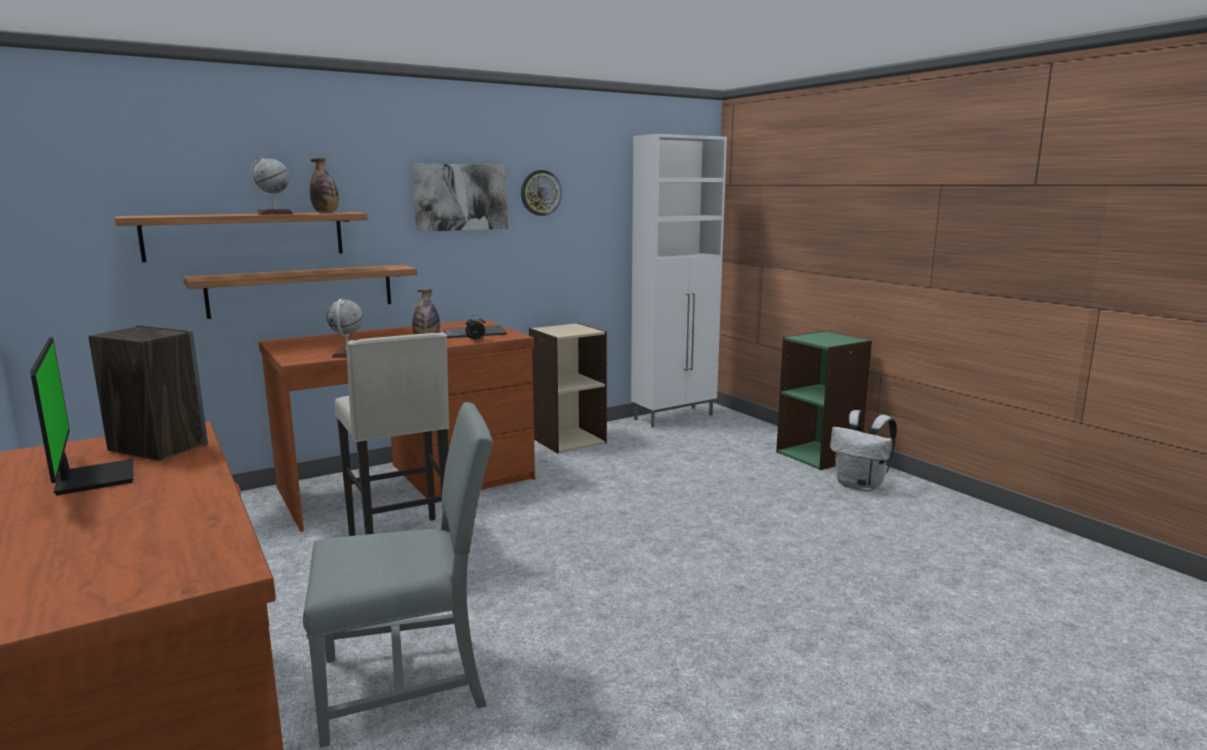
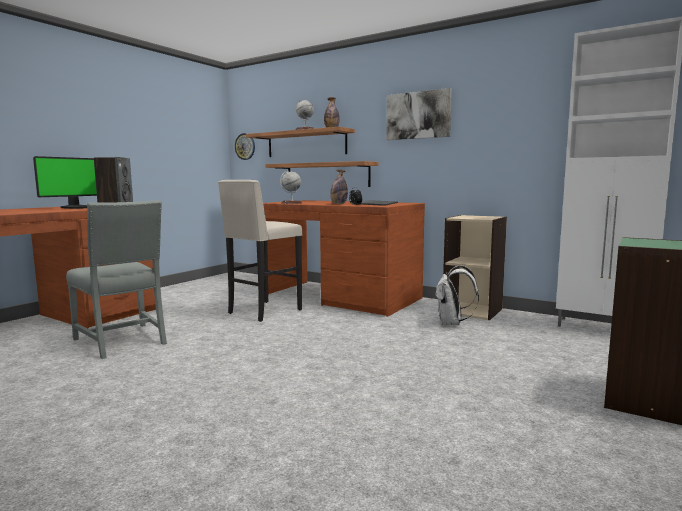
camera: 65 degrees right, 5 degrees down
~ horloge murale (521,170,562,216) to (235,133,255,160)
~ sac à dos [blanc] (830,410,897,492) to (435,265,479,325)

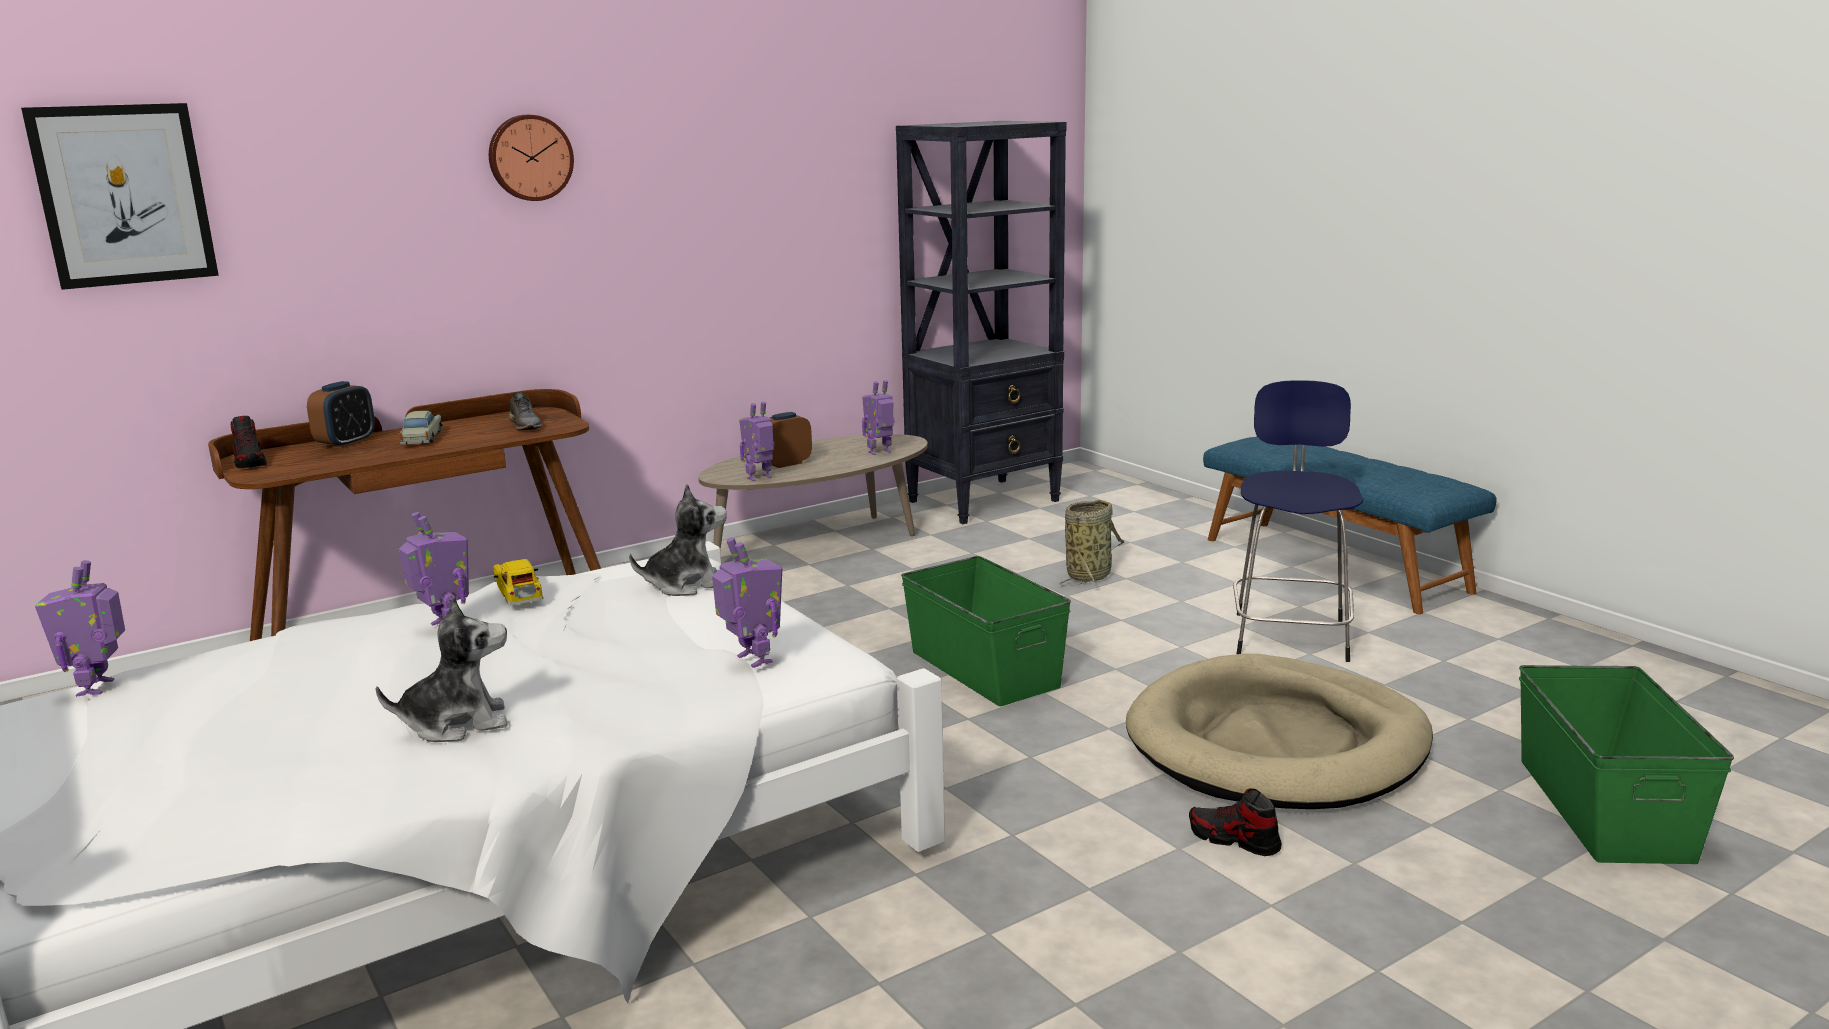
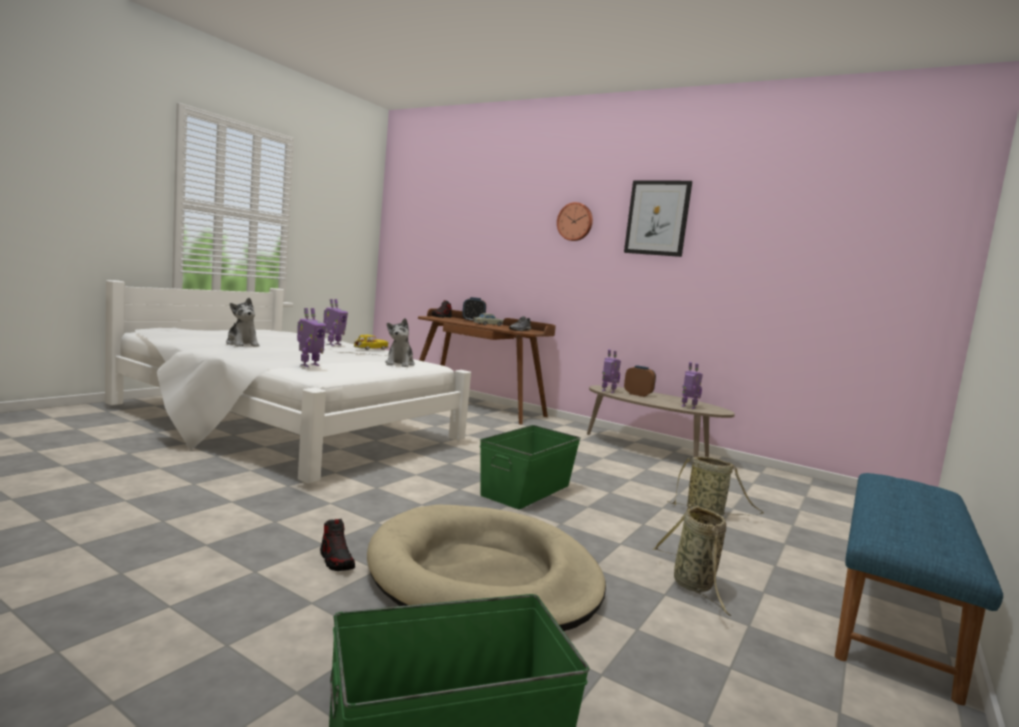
camera: 65 degrees right, 10 degrees down
- robot jouet (35,560,125,697)
- bibliothèque [noir] (896,121,1067,524)
~ tableau (21,103,219,290) to (624,180,692,257)
~ tabouret [bleu] (1233,380,1363,662) to panier (652,504,731,616)
~ peluche (629,484,727,596) = (385,318,415,367) 45 degrees clockwise
~ chaussure (1189,789,1282,856) = (320,519,355,571) 135 degrees clockwise

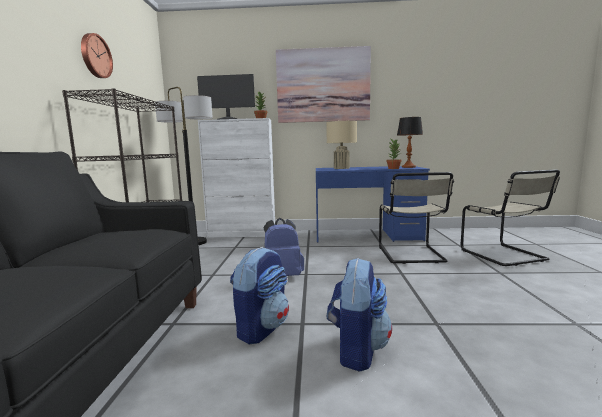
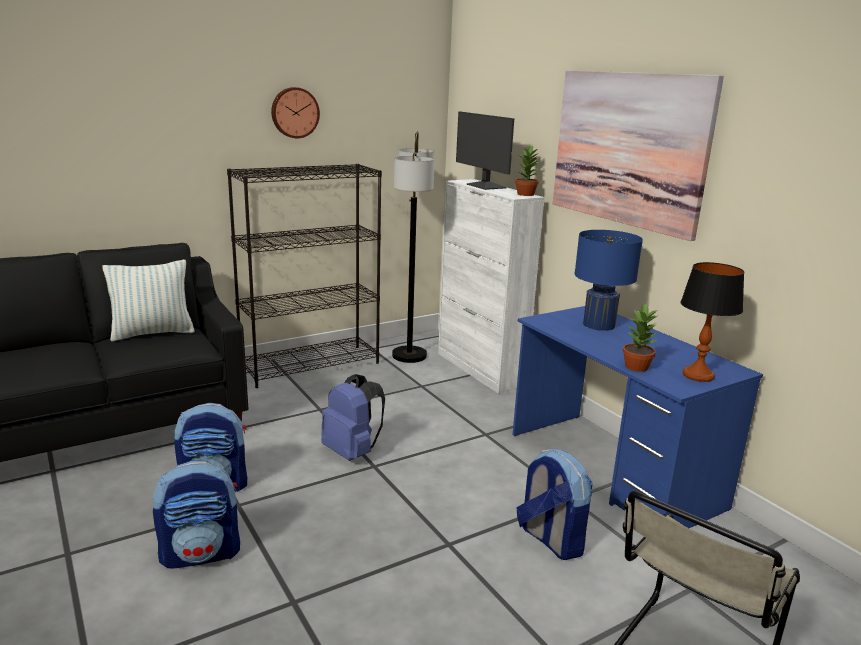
camera: 55 degrees right, 10 degrees up
+ coussin (102,260,195,341)
~ chaise [beige] (379,172,454,264) to sac à dos (517,449,593,560)
~ lampe de table [beige] (326,121,357,169) to lampe de table [bleu] (575,230,643,331)

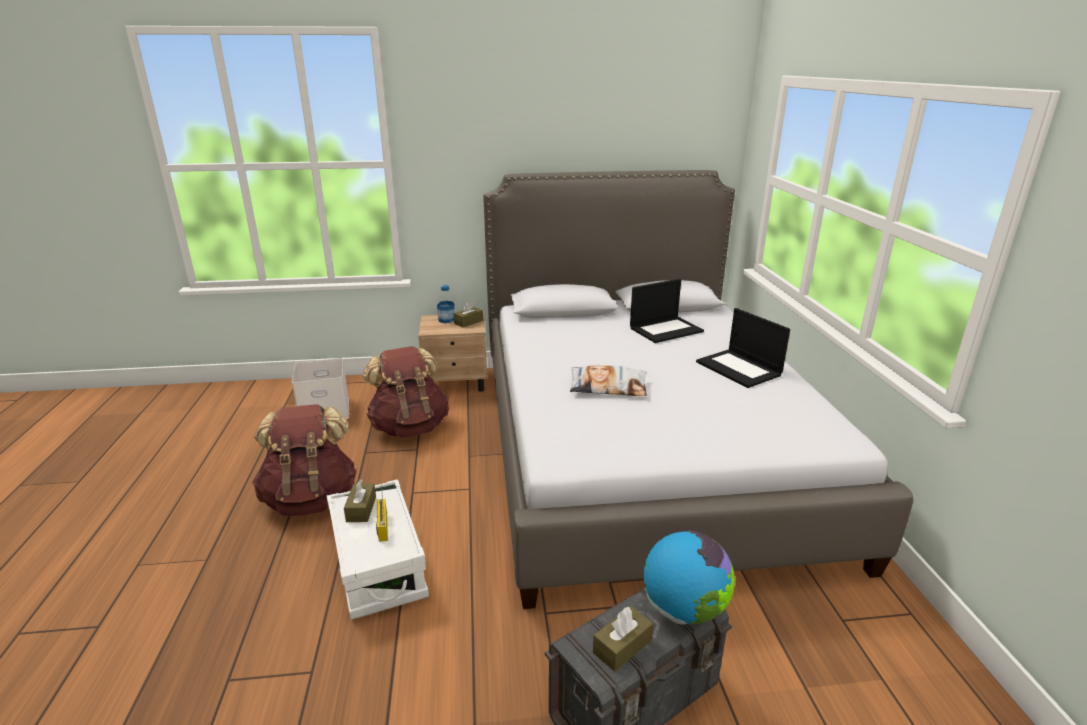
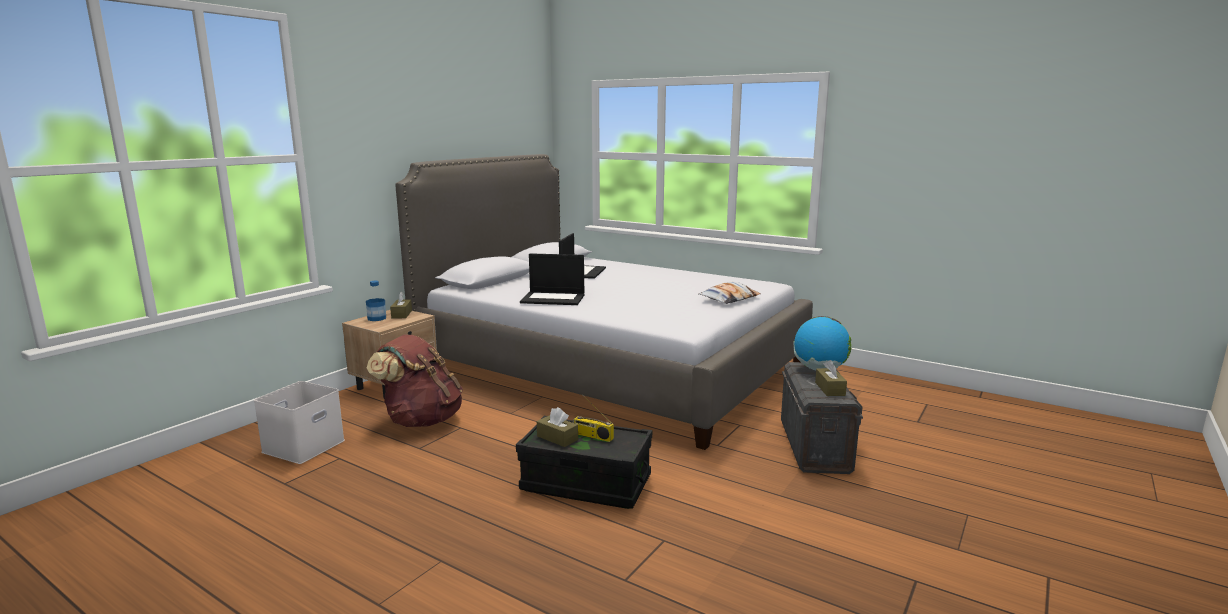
camera: 50 degrees left, 10 degrees down
- sac à dos [marron] (252,404,357,516)
~ coussin (570,365,647,396) to (698,282,761,304)
~ ordinateur portable (696,308,790,388) to (520,253,585,305)
~ boîte de rangement [blanc] (327,479,429,620) to boîte de rangement [noir] (516,416,652,509)

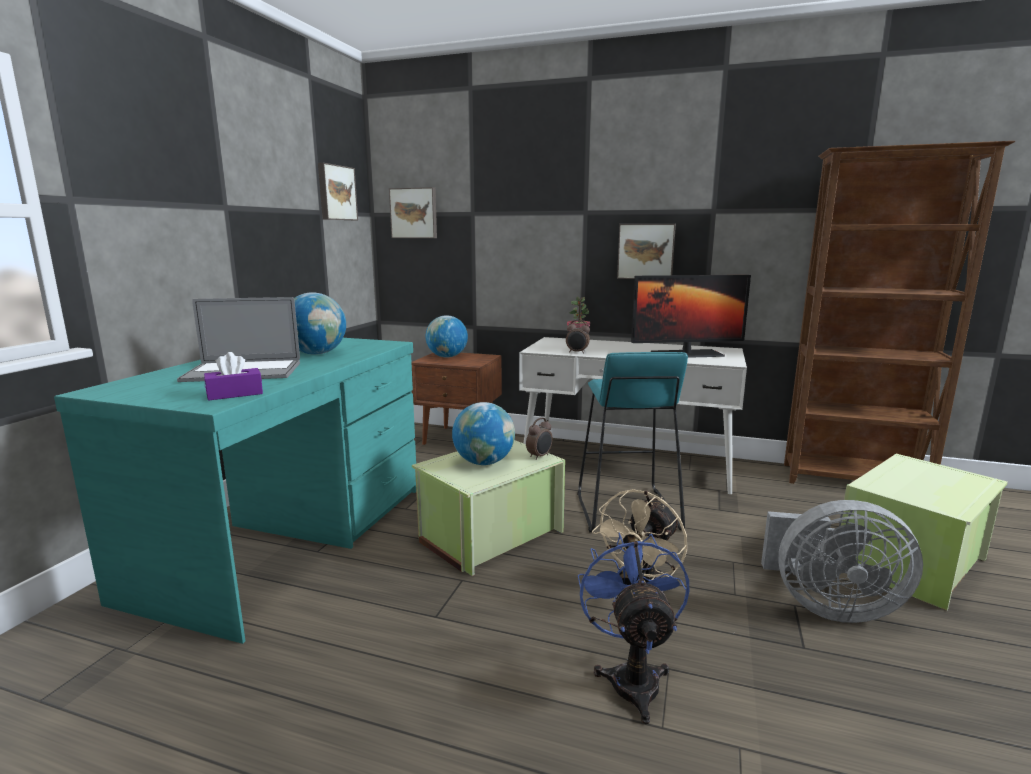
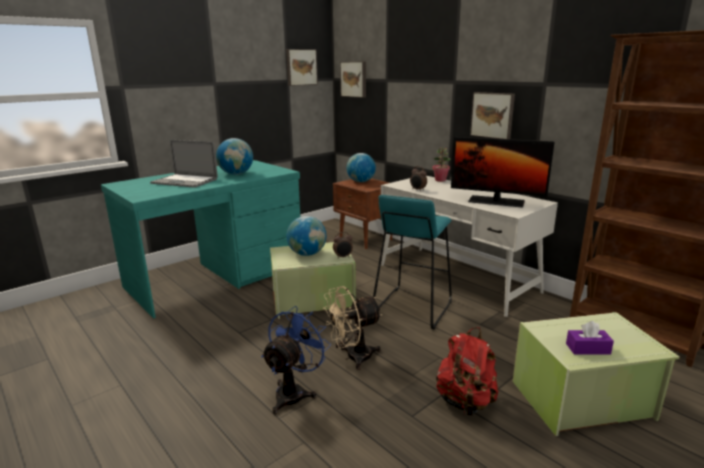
camera: 30 degrees right, 5 degrees up
~ boîte à mouchoirs [violet] (204,352,263,401) to (566,321,614,355)
~ ventilateur [gris] (761,500,923,623) to sac à dos [rouge] (436,327,499,416)

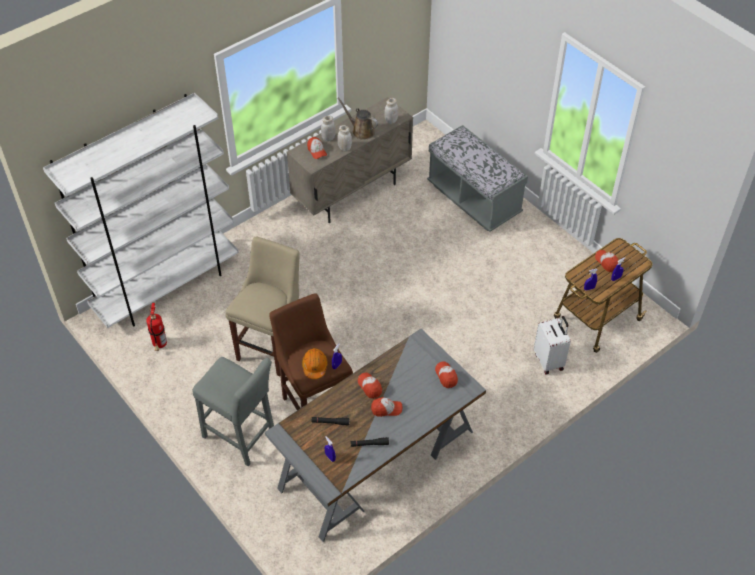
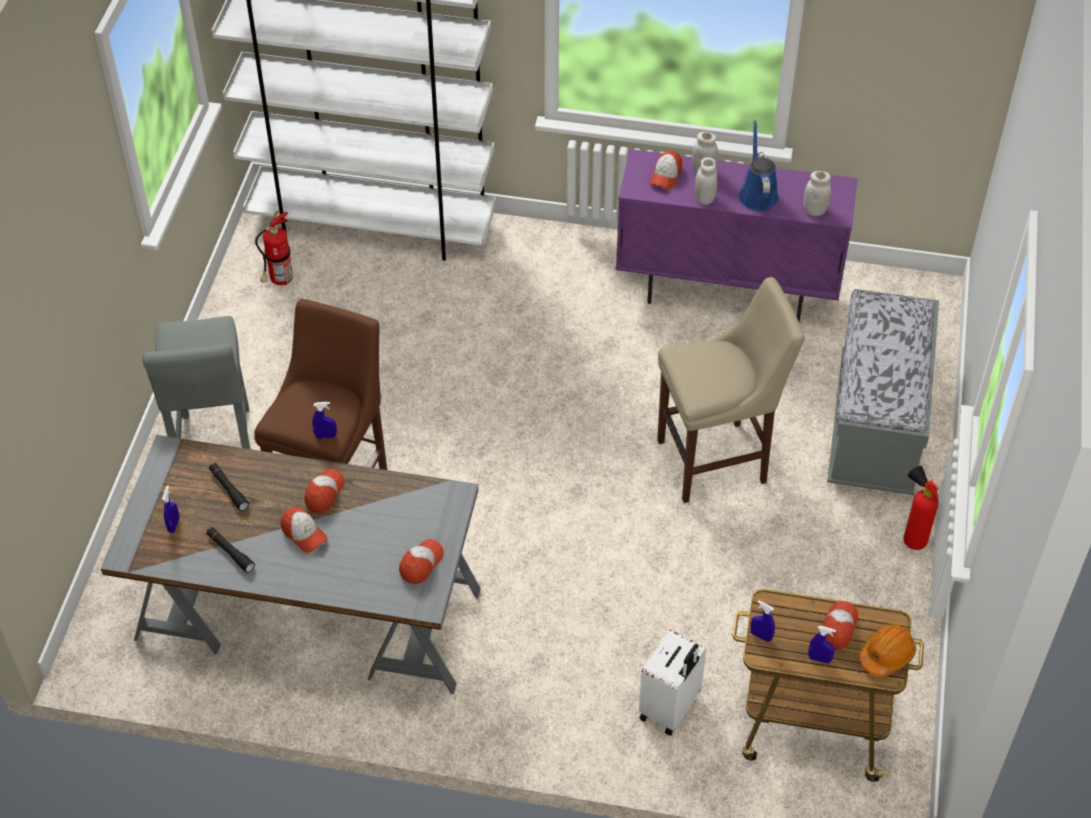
camera: 50 degrees right, 0 degrees up
+ extincteur (904,466,939,550)
~ tabouret [beige] (226,236,300,376) to (657,277,805,503)
~ casque de chantier [orange] (302,348,328,379) to (859,624,916,676)
~ meuble de rangement [beige] (287,97,413,223) to meuble de rangement [violet] (615,149,858,323)
~ arrosoir [marron] (337,98,378,140) to arrosoir [bleu] (738,120,778,211)

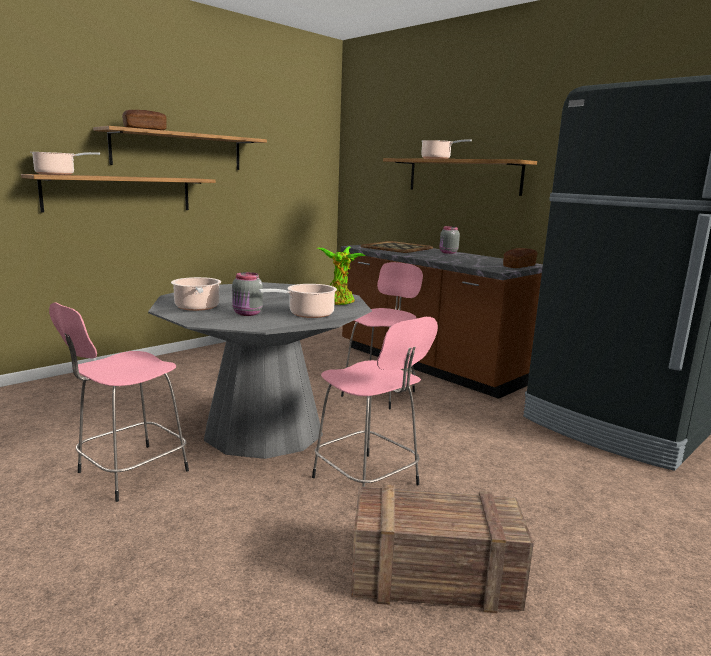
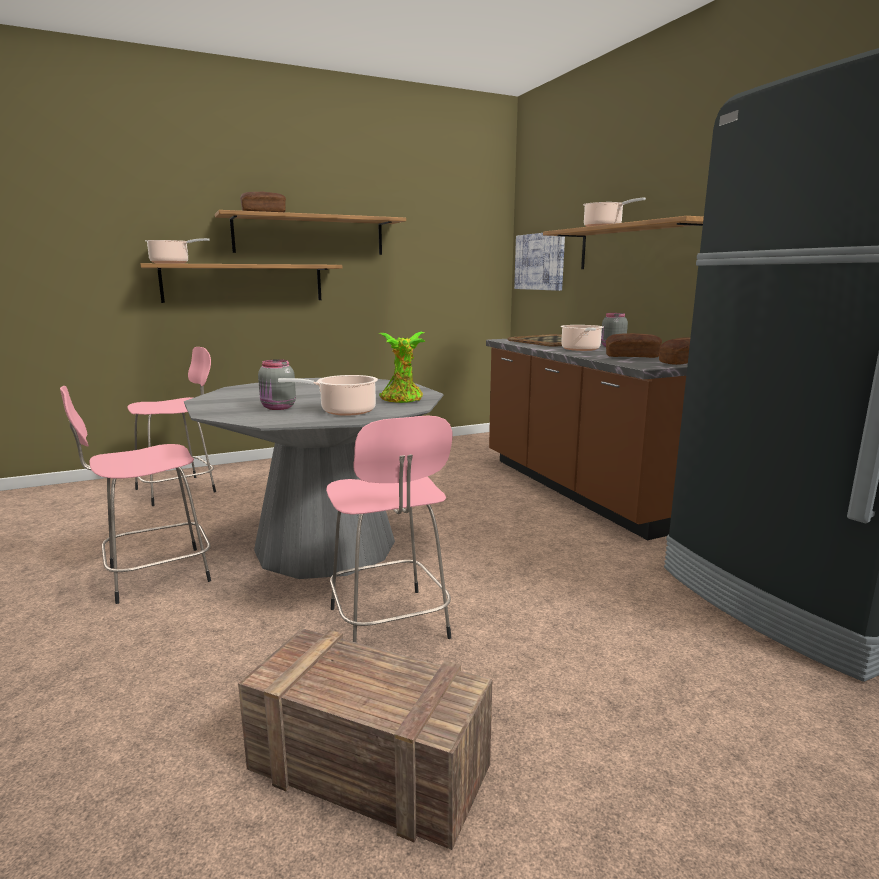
camera: 20 degrees right, 0 degrees up
+ tableau (514,233,565,291)
+ pain (606,333,662,358)
~ marmite (171,277,221,311) to (560,325,604,351)
~ tabouret [rose] (341,262,423,409) to (128,347,216,506)

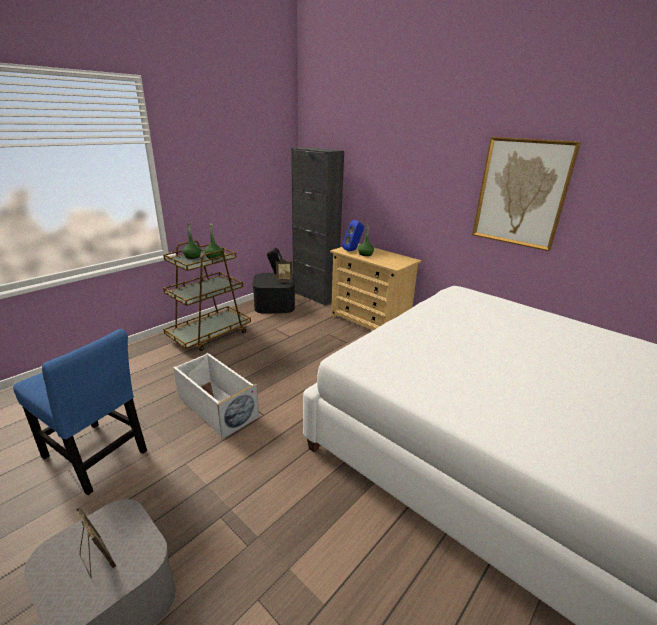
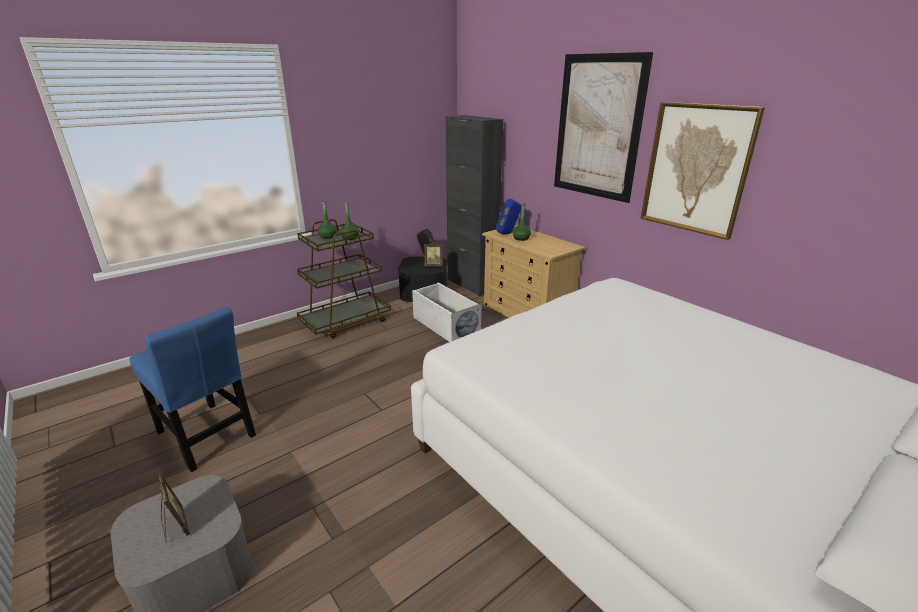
camera: 10 degrees right, 0 degrees up
+ tableau (554,52,653,203)
~ boîte de rangement [blanc] (173,353,259,439) to (412,282,482,342)

